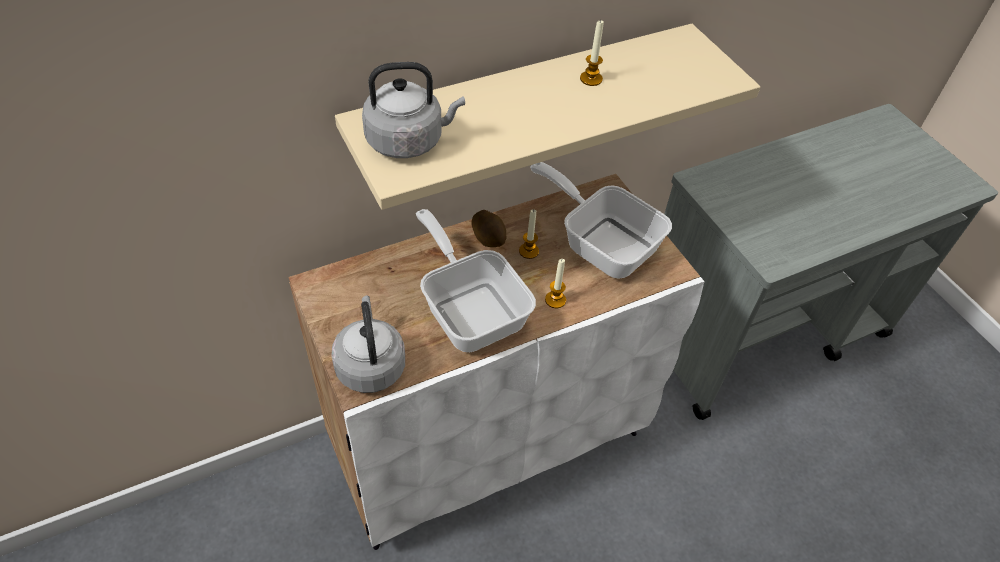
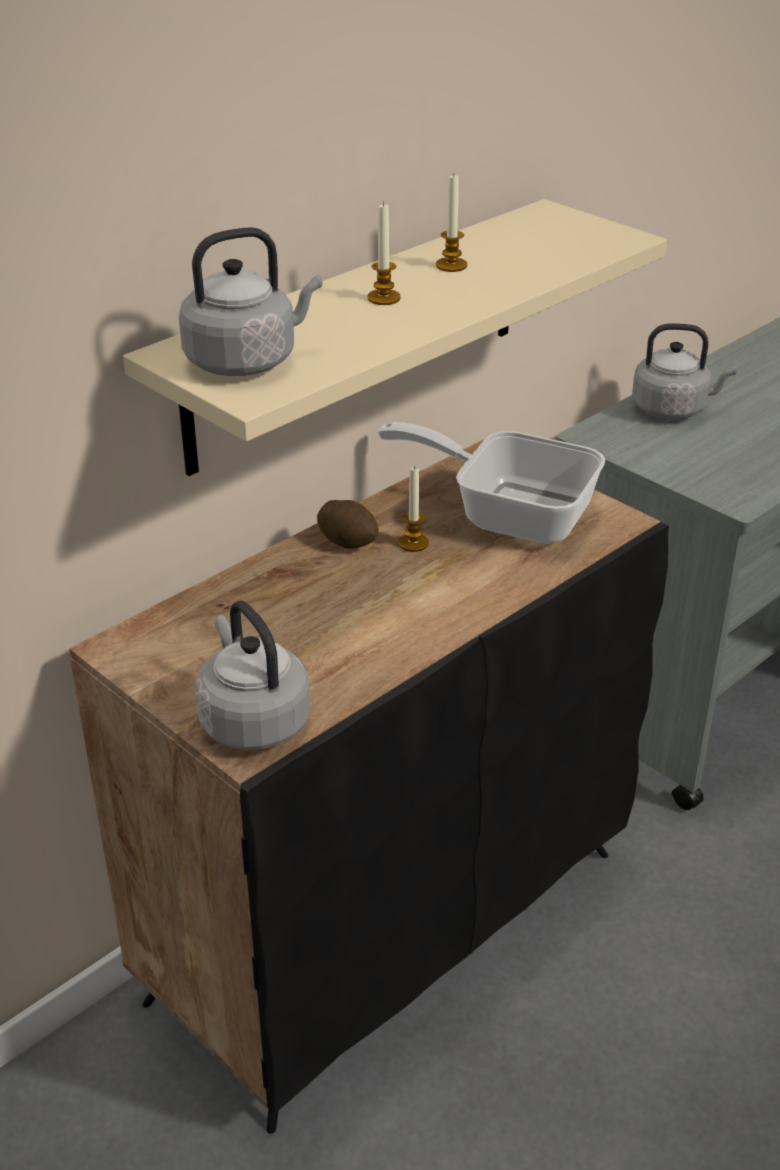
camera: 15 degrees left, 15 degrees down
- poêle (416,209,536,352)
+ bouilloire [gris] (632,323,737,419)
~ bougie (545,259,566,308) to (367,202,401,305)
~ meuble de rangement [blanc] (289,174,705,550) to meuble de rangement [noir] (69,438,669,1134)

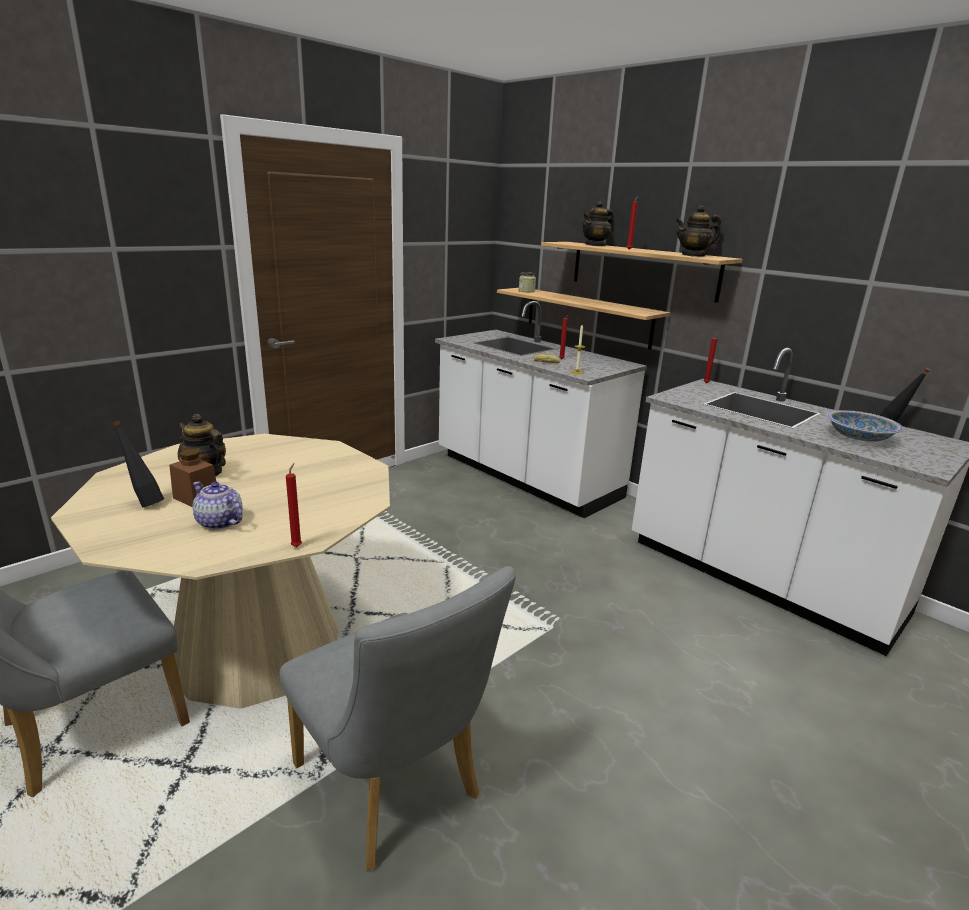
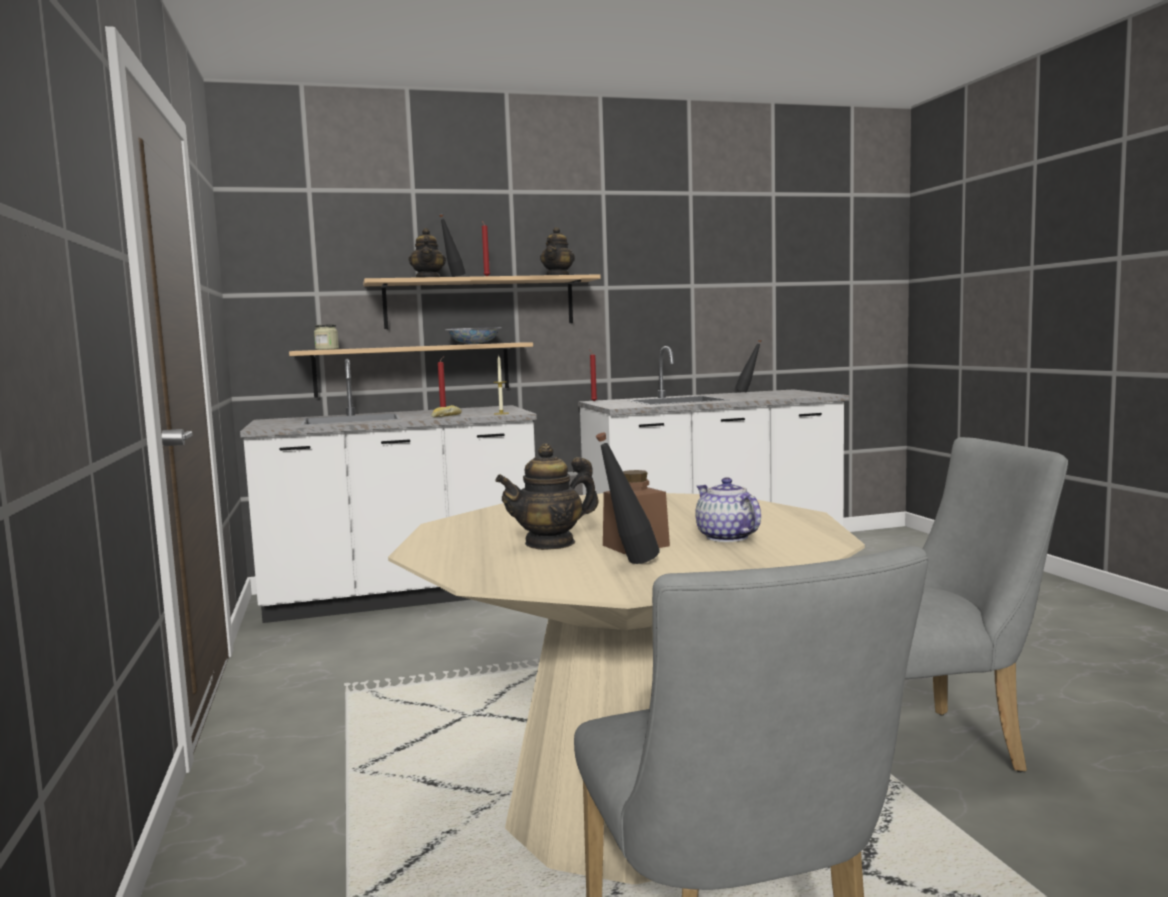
camera: 60 degrees left, 15 degrees down
- bougie [rouge] (286,463,302,547)
+ bouteille [noir] (439,214,466,277)
~ bol (827,410,903,442) to (445,327,502,344)
~ théière (193,482,243,530) = (695,477,761,542) 90 degrees clockwise

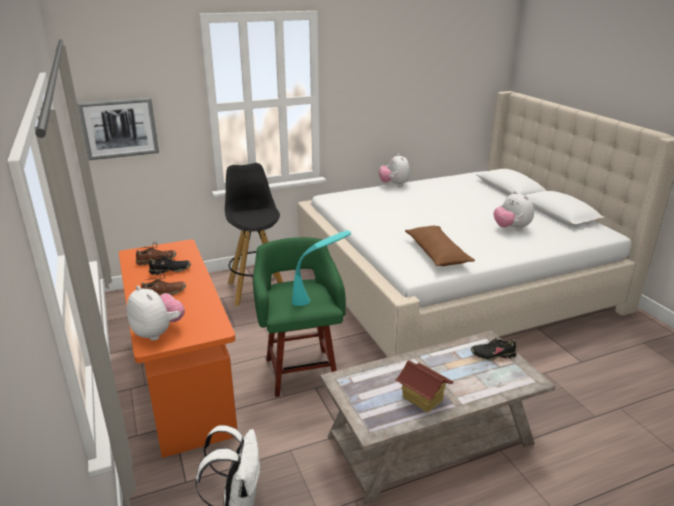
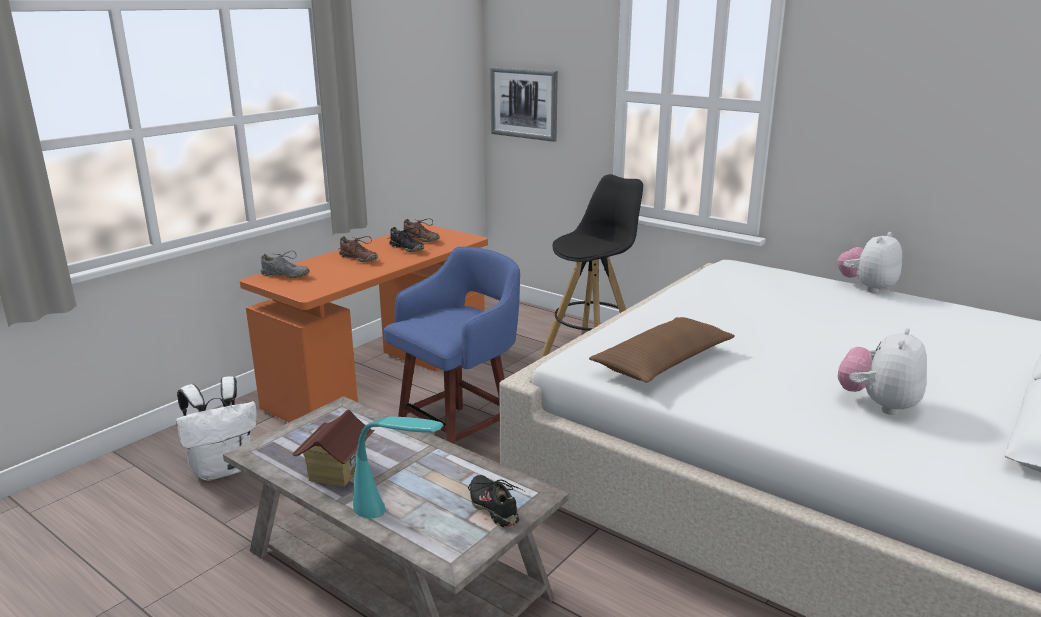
camera: 60 degrees right, 5 degrees down
~ lampe de table [turquoise] (292,230,351,306) to (353,417,443,518)
~ peluche (127,286,185,341) to chaussure [gris] (261,251,310,278)
~ tabouret [vert] (253,237,346,397) to tabouret [bleu] (384,247,520,444)

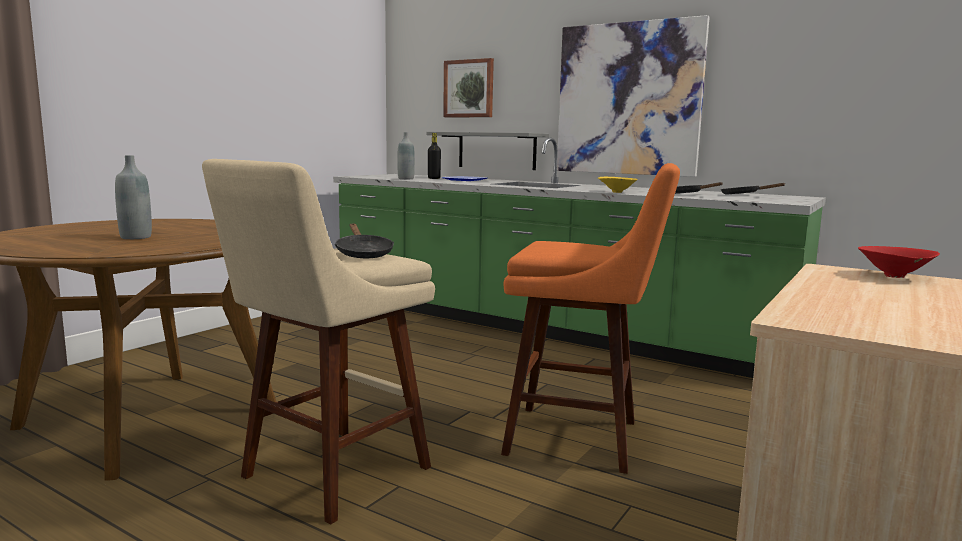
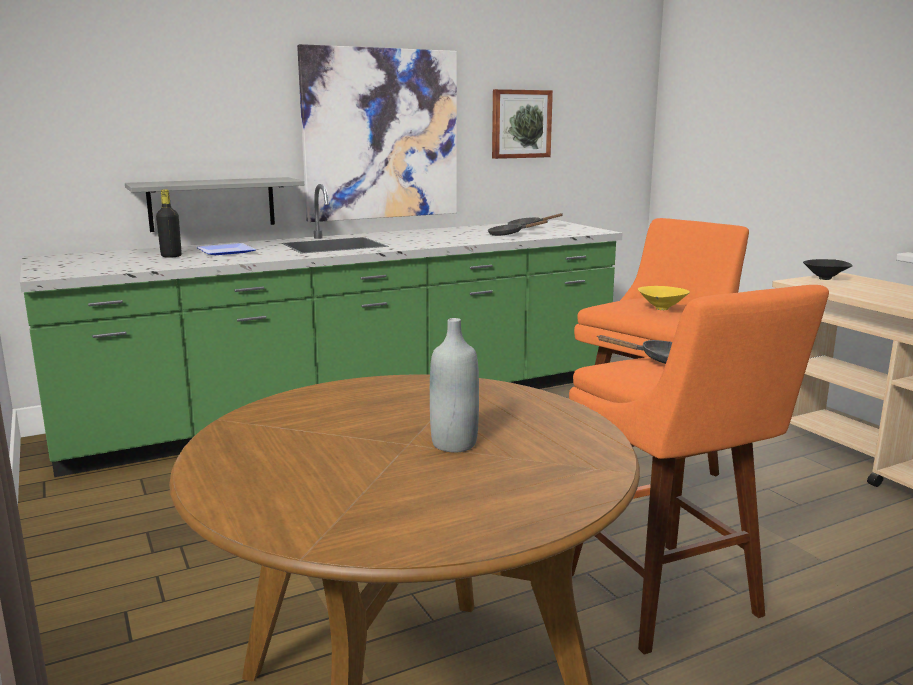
camera: 60 degrees left, 5 degrees up
- bouteille [gris] (397,132,415,179)
~ tableau (443,58,494,117) to (492,89,553,159)
~ bol [jaune] (598,177,638,193) to (638,286,690,310)
~ tabouret [beige] (202,159,435,524) to tabouret [orange] (569,285,829,655)
~ bol [rouge] (858,246,940,278) to bol [noir] (803,259,853,280)

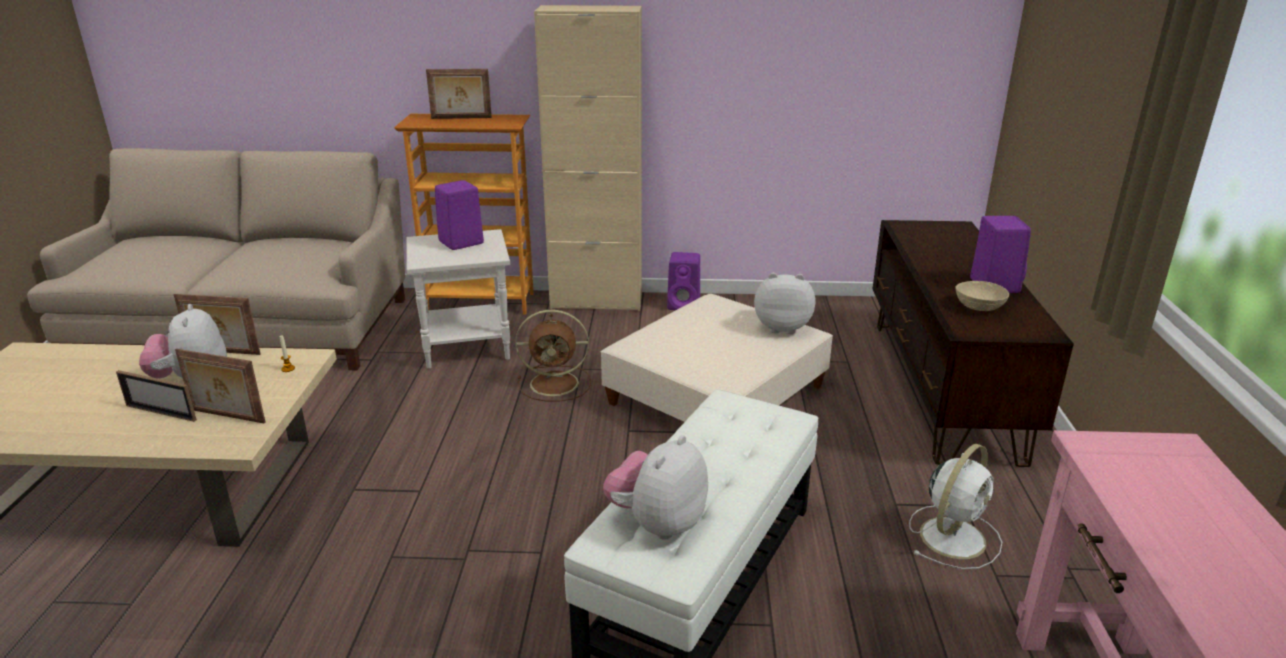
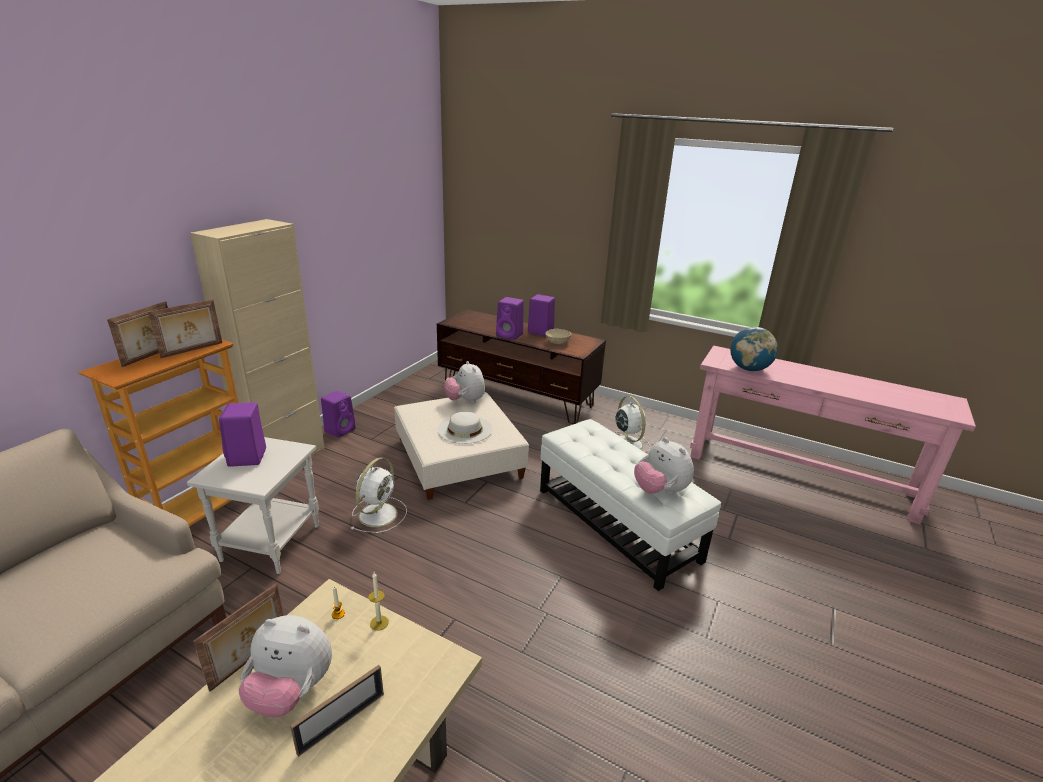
camera: 65 degrees left, 0 degrees up
+ bougie (368,572,389,631)
+ chapeau [blanc] (437,412,492,444)
+ enceinte [violet] (496,297,524,340)
+ globe (730,327,778,371)
~ cadre photo (175,349,266,424) to (148,299,222,358)
~ ventilateur [marron] (515,310,591,401) to ventilateur [blanc] (351,457,407,533)
~ peluche (754,273,815,334) = (444,361,485,403) 60 degrees counterclockwise

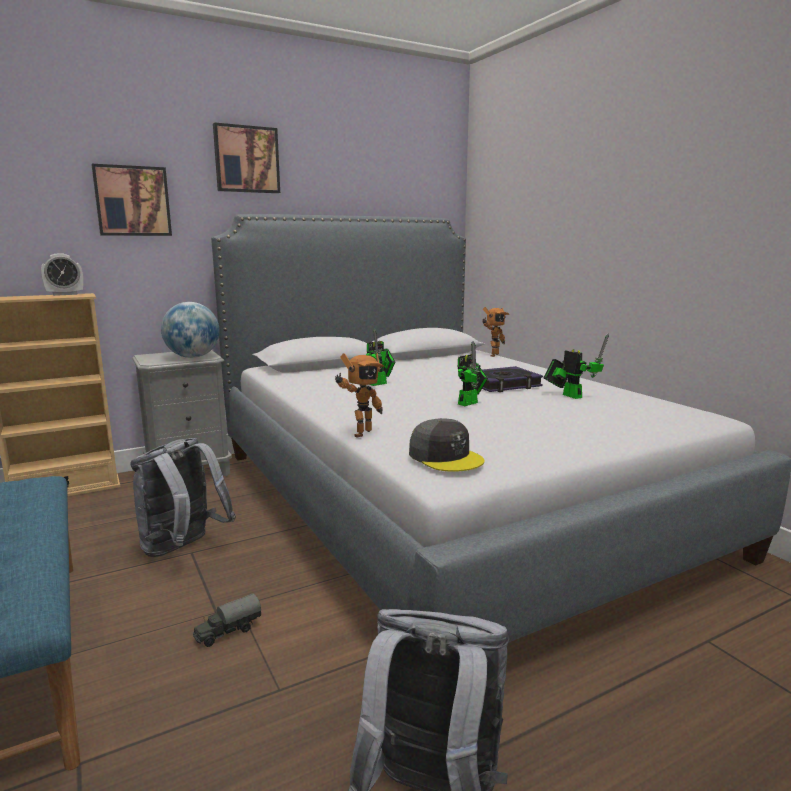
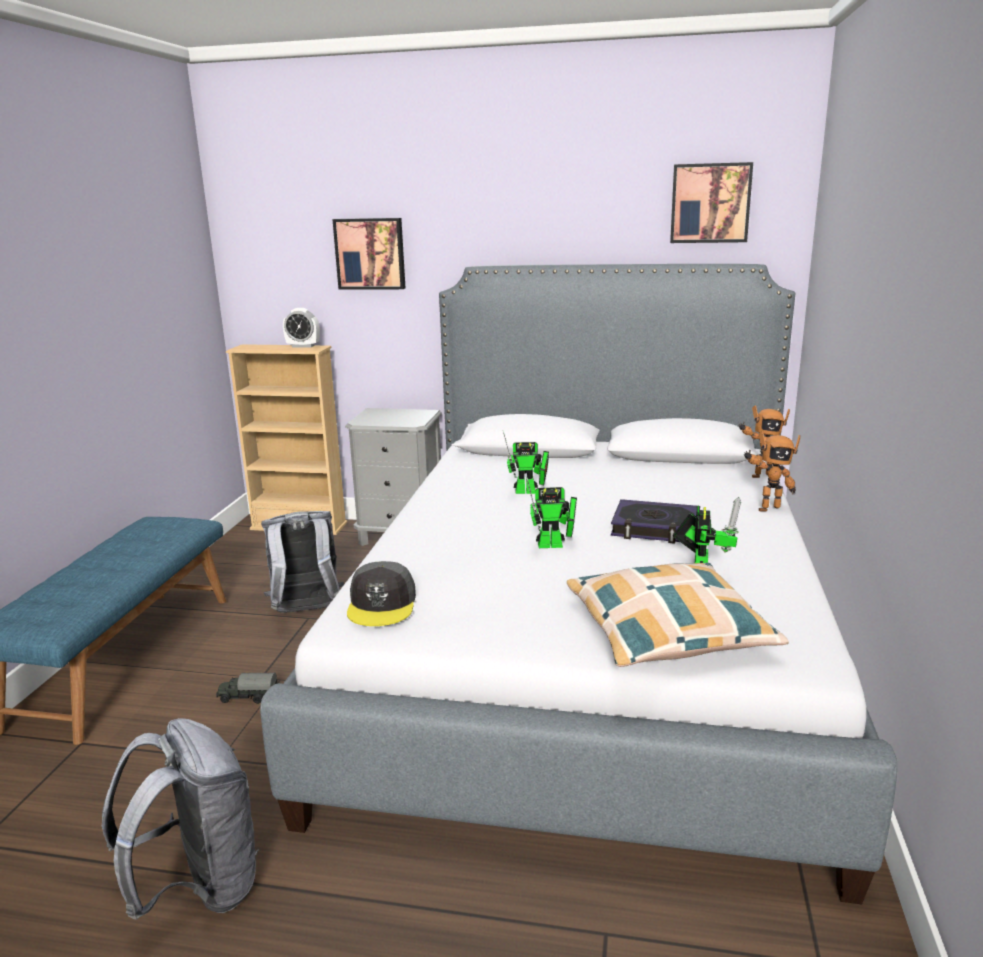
camera: 40 degrees right, 5 degrees up
- globe (161,302,220,358)
+ coussin (567,563,789,667)
~ tableau (213,122,280,193) to (670,162,753,243)
~ robot jouet (335,353,384,438) to (743,431,800,512)

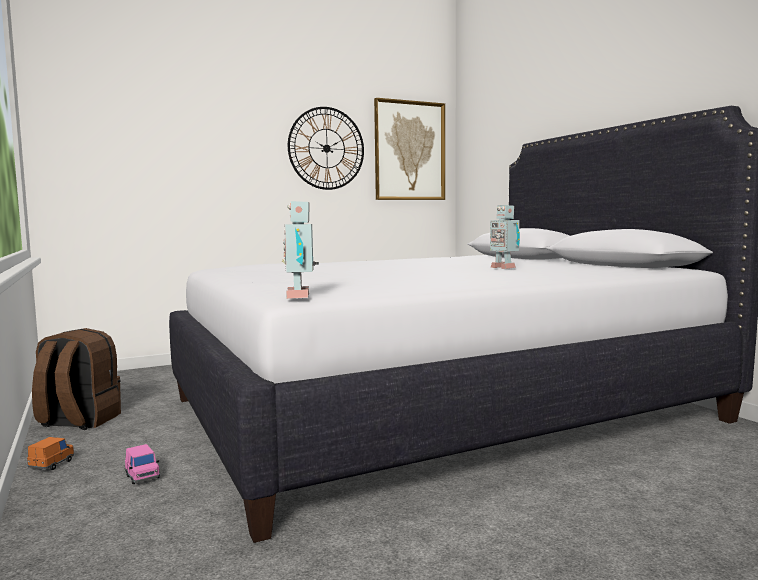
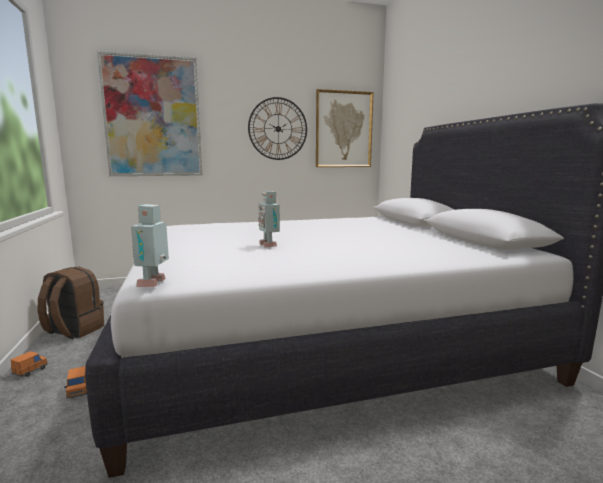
camera: 10 degrees right, 5 degrees up
+ tableau (97,51,202,176)
~ robot jouet (490,205,520,269) to (258,191,280,248)
~ petite voiture [rose] (125,444,160,484) to petite voiture [orange] (64,366,87,399)

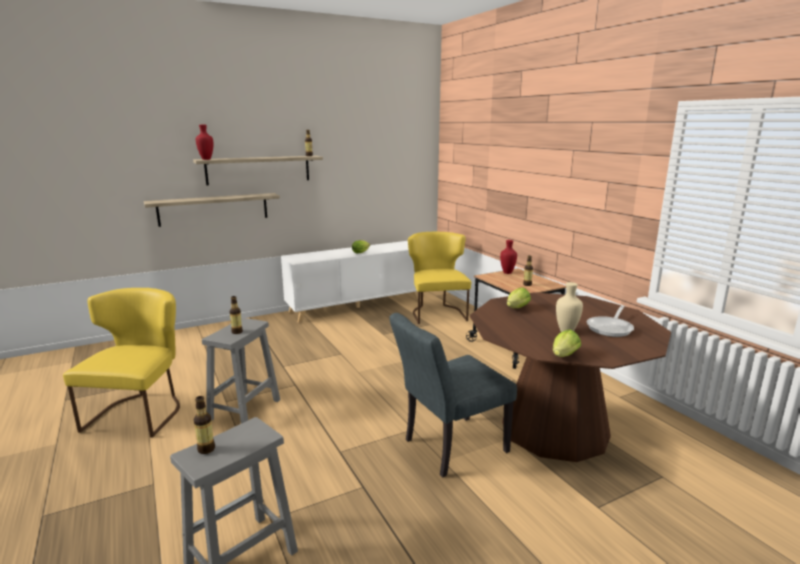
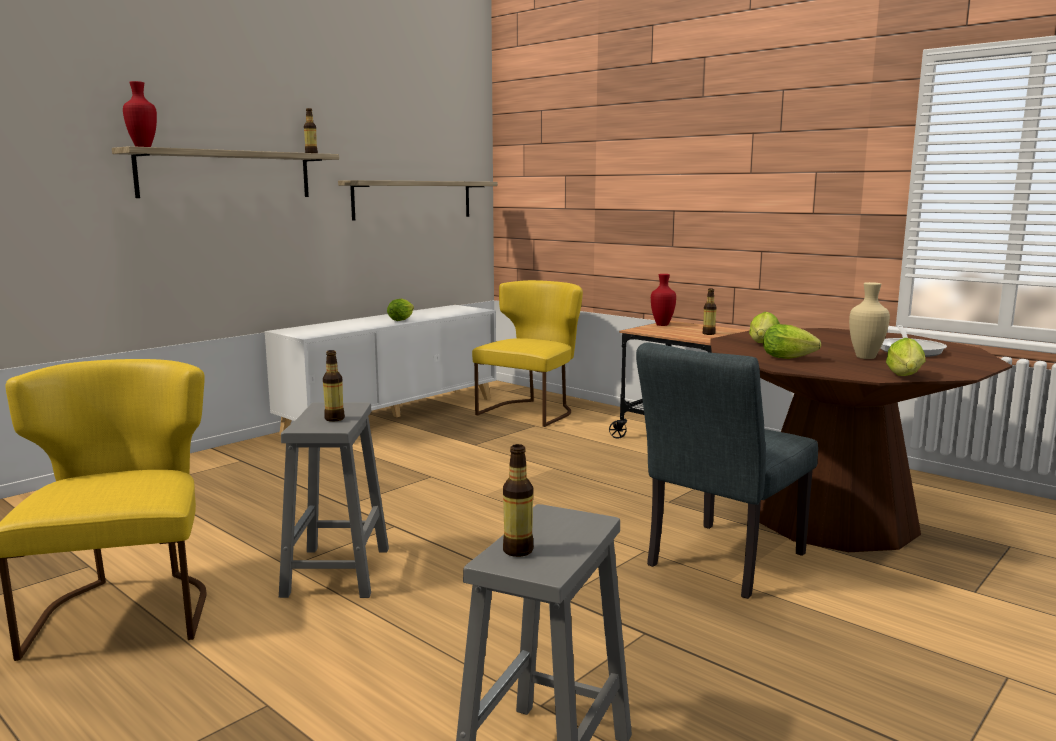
camera: 20 degrees left, 5 degrees down
+ laitue (763,324,821,359)
~ étagère (144,193,280,227) to (338,180,498,221)
~ chaise [jaune] (408,232,471,324) = (472,280,583,427) 60 degrees clockwise

